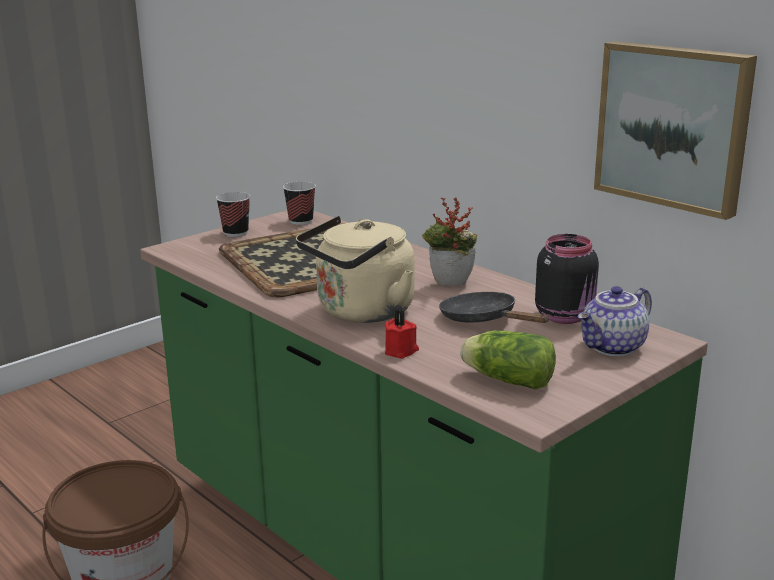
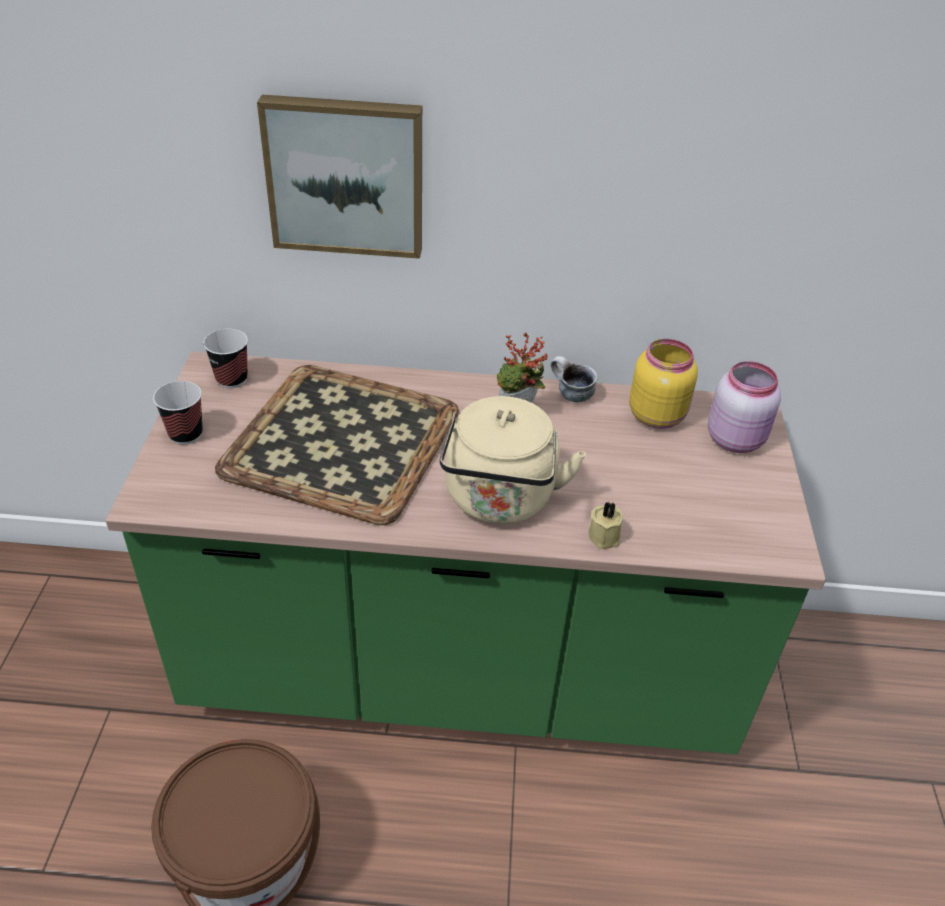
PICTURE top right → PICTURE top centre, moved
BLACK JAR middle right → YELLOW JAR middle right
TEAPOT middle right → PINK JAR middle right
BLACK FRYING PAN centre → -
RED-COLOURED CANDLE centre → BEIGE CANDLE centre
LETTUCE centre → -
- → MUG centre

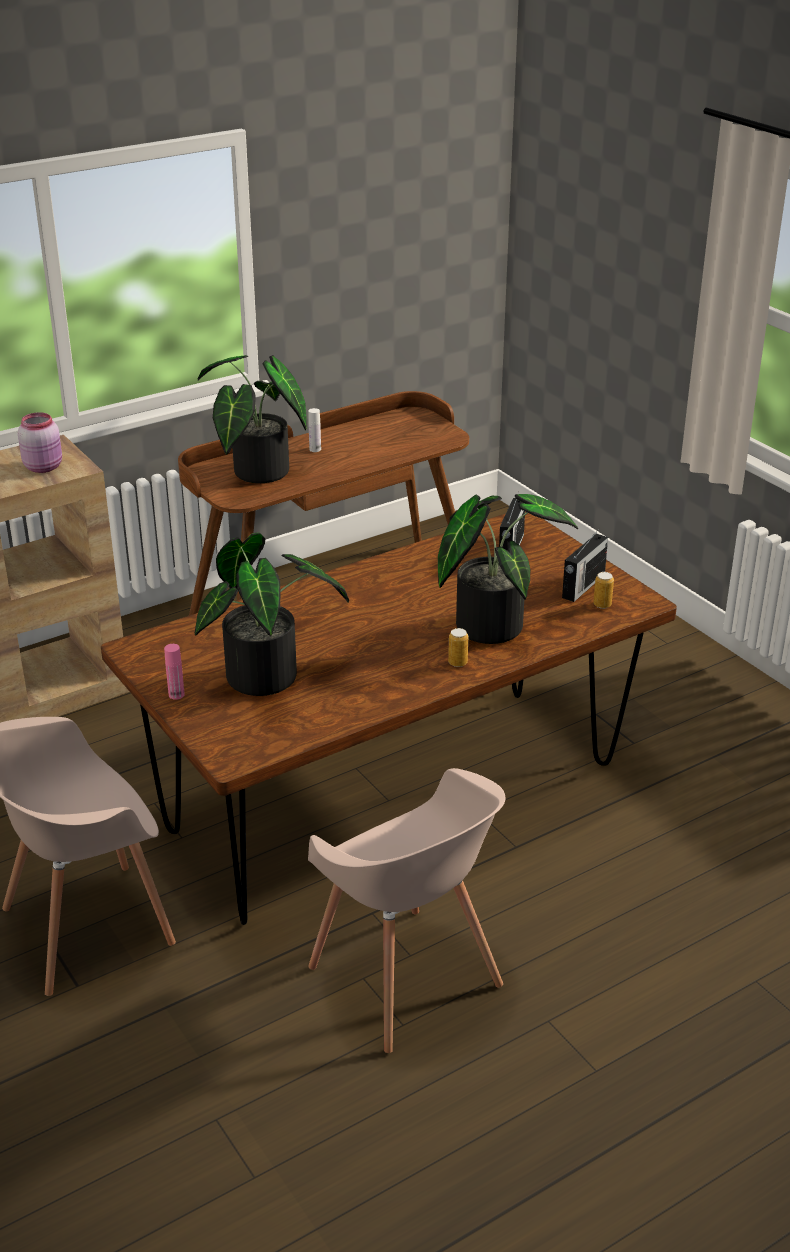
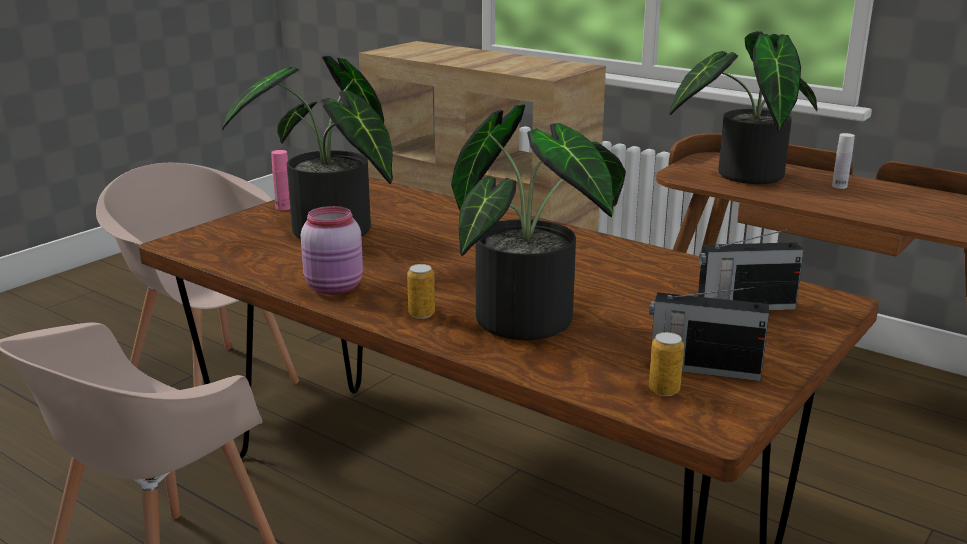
PINK JAR middle left → PINK JAR centre, moved

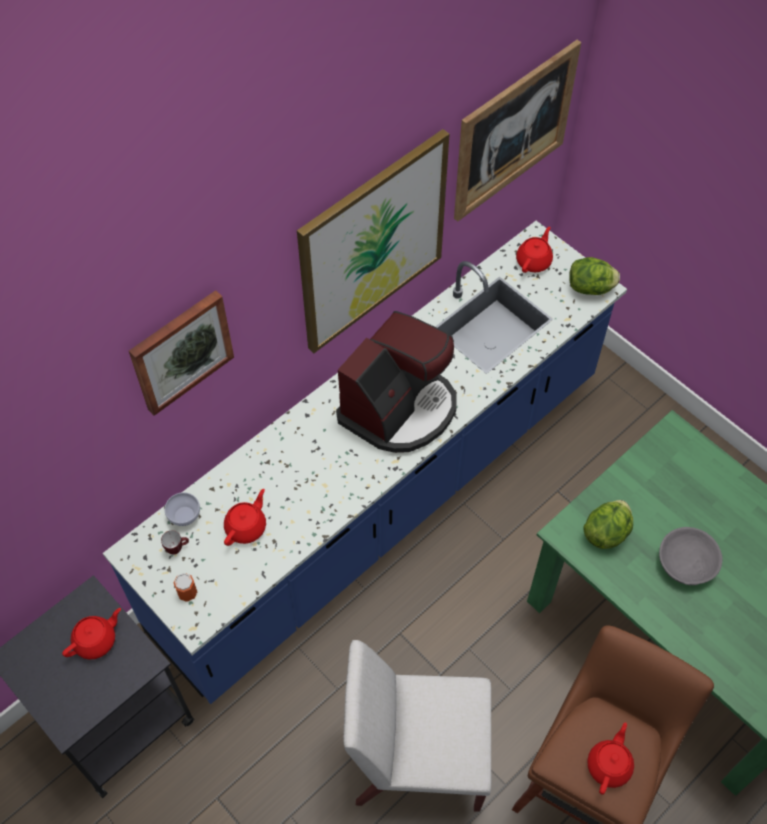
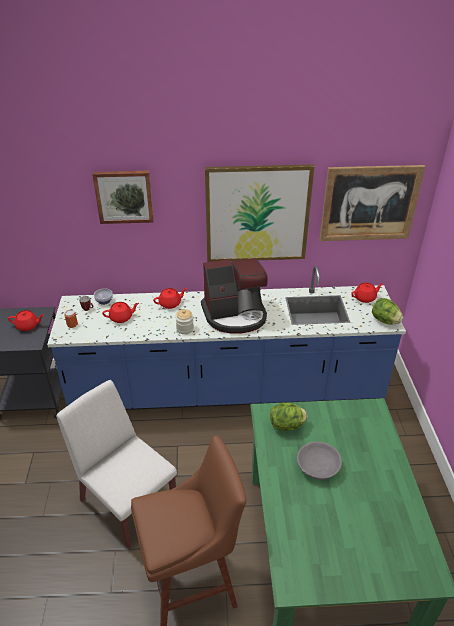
RED-COLOURED TEAPOT (4th from left in the first image) bottom right → RED-COLOURED TEAPOT (3rd from left) centre, moved
- → JAR centre

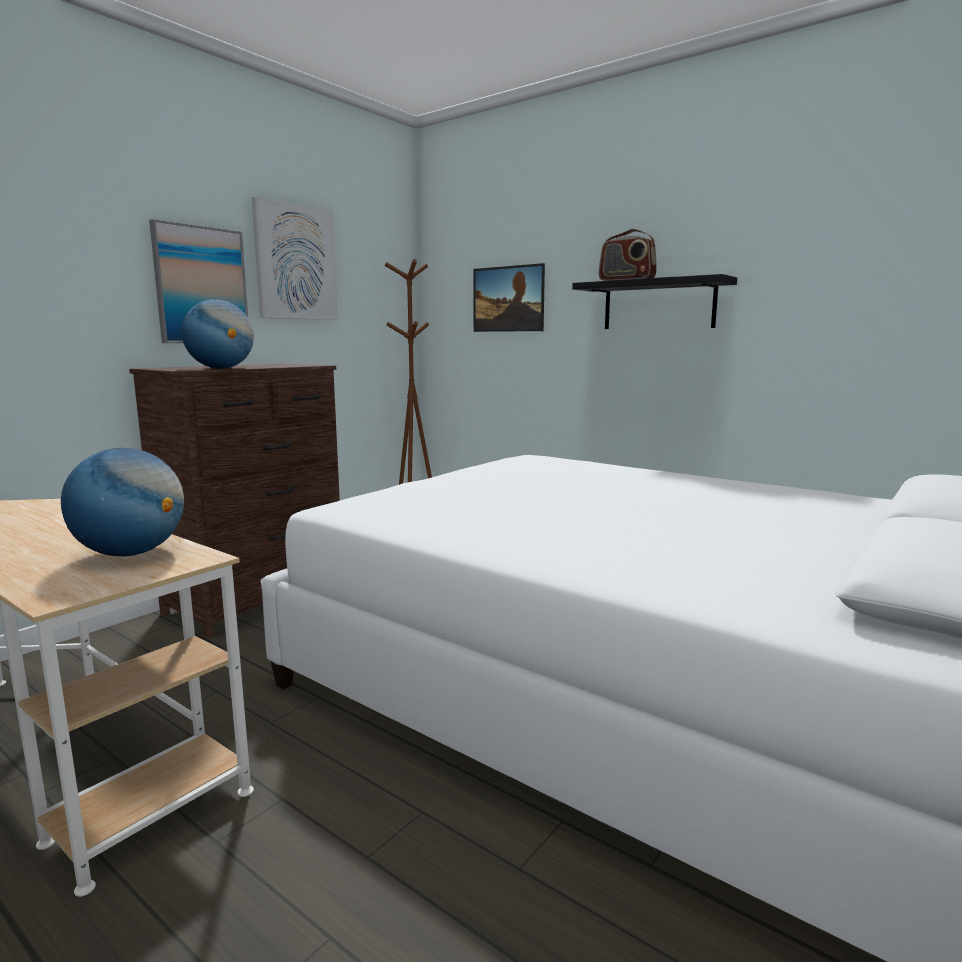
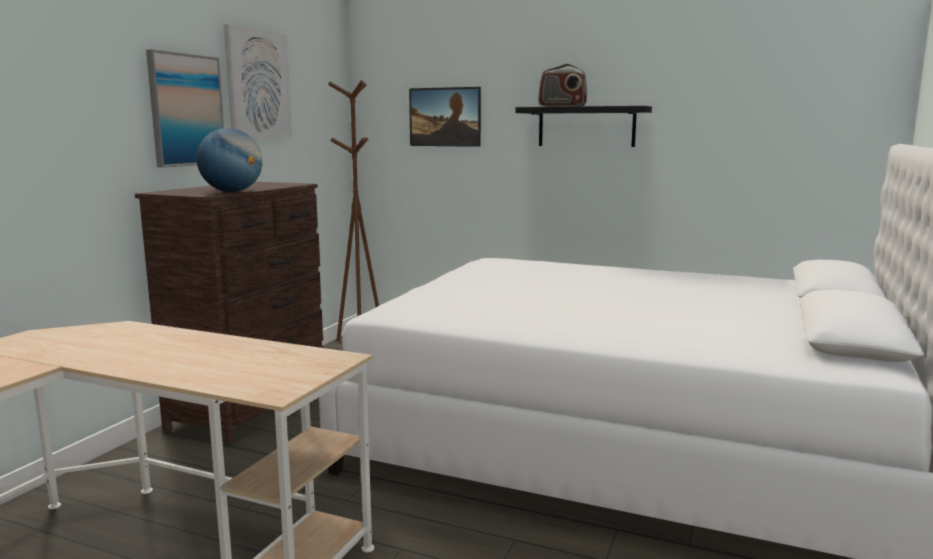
GLOBE (1st from left) middle left → -

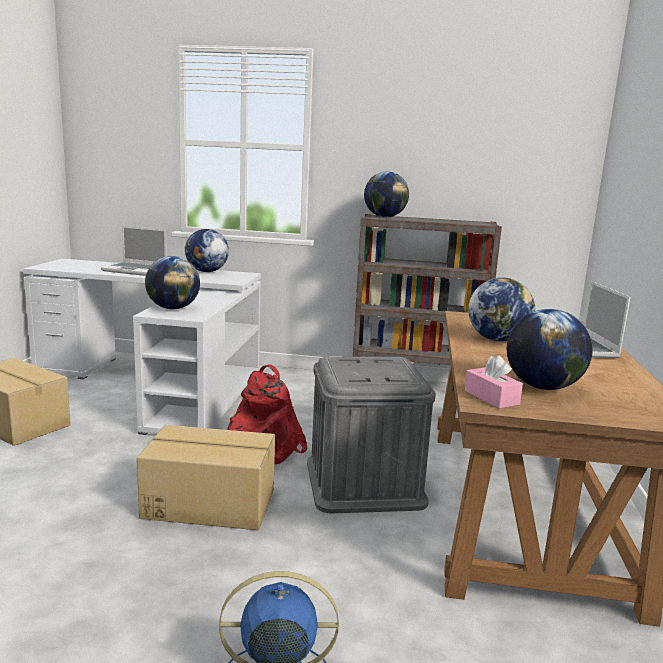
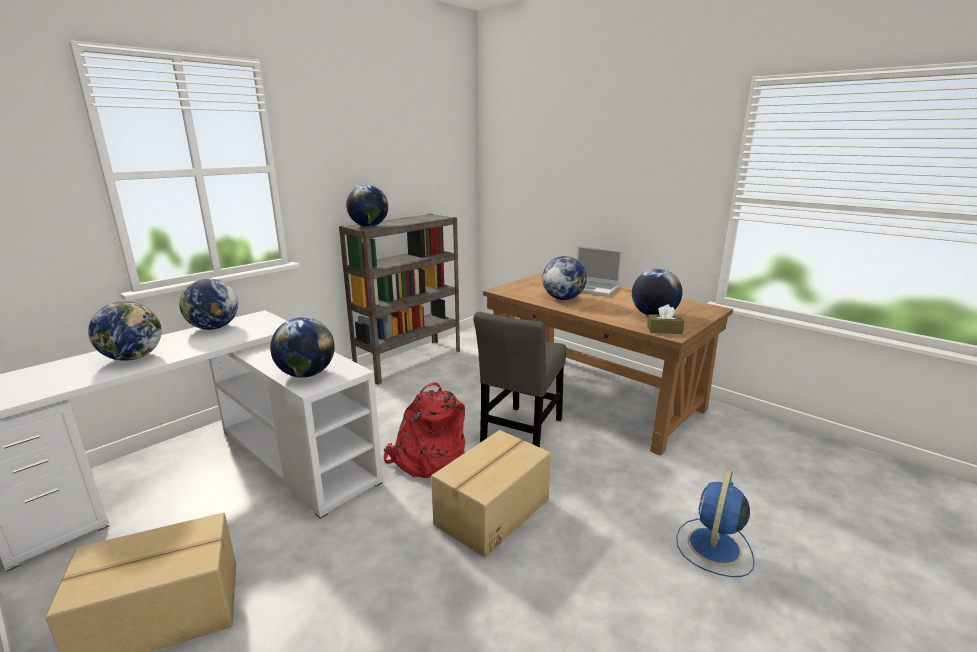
PORTABLE COMPUTER (1st from left) middle left → GLOBE (1st from left) middle left
PINK TISSUE BOX middle right → BROWN-COLOURED TISSUE BOX middle right
GRAY STORAGE BIN centre → GRAY PLAIN CHAIR centre

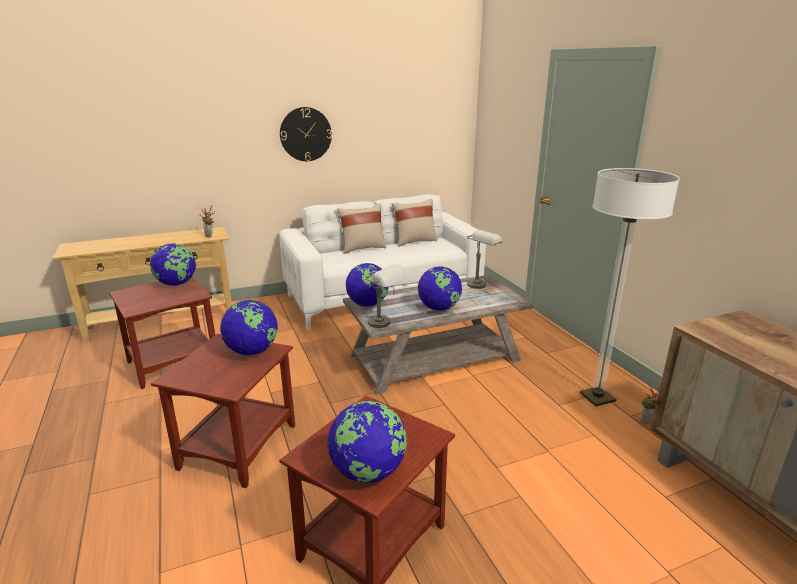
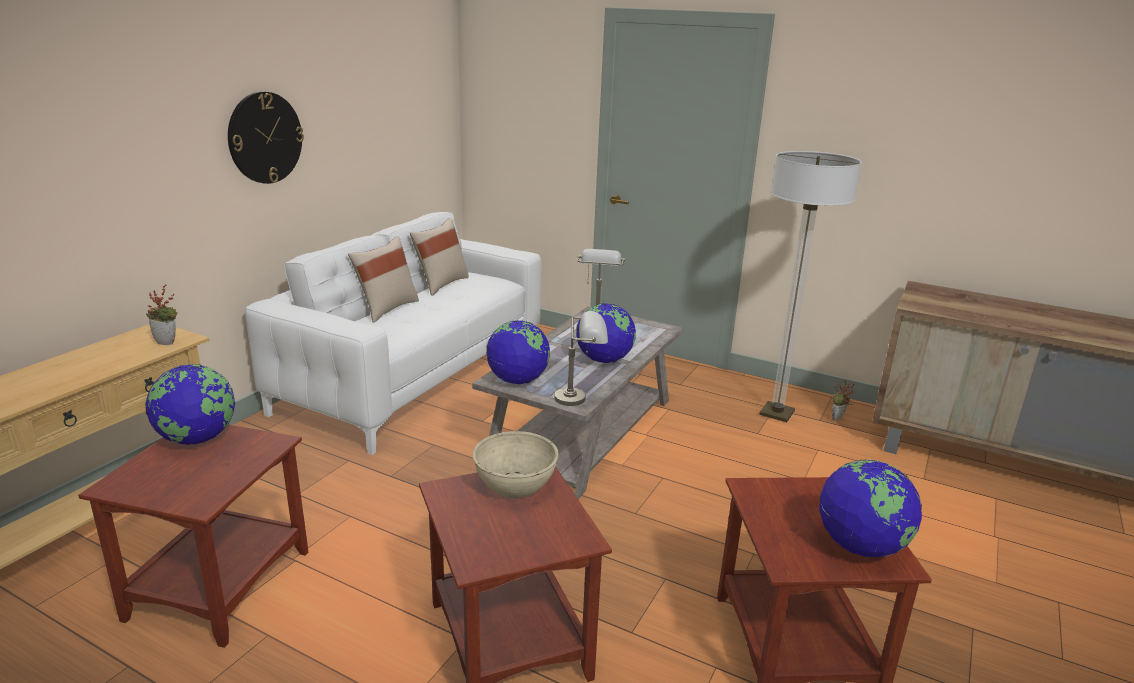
GLOBE (2nd from left) middle left → BEIGE BOWL bottom centre

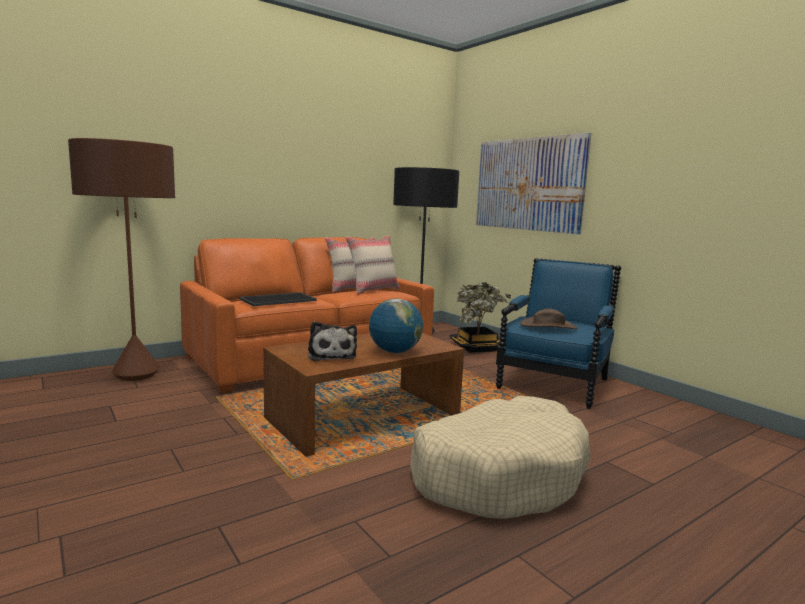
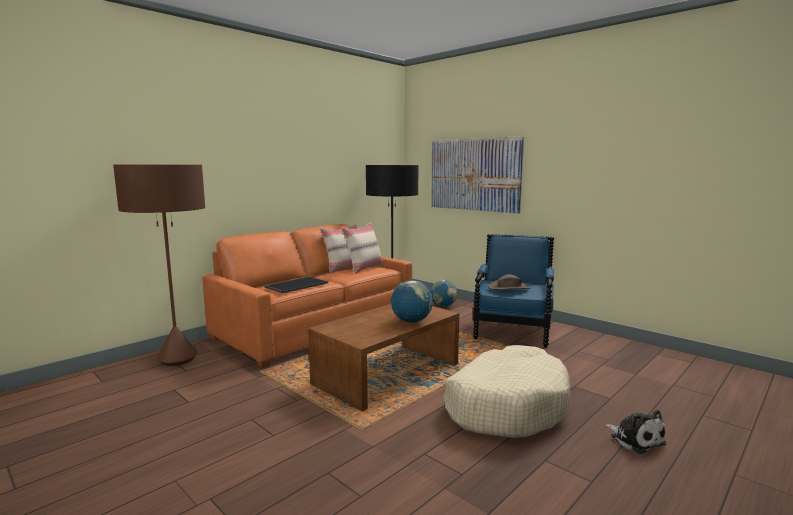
HOUSEPLANT centre → GLOBE (2nd from left) centre
CUDDLY TOY centre → CUDDLY TOY bottom right, moved

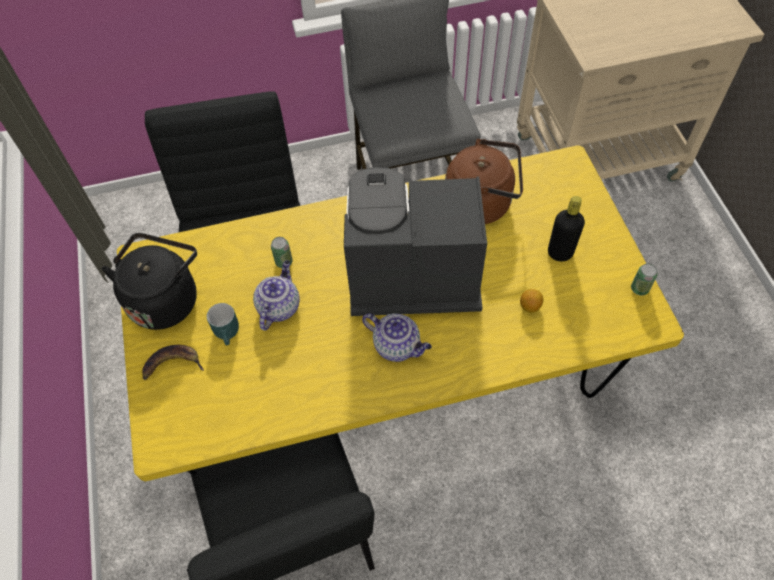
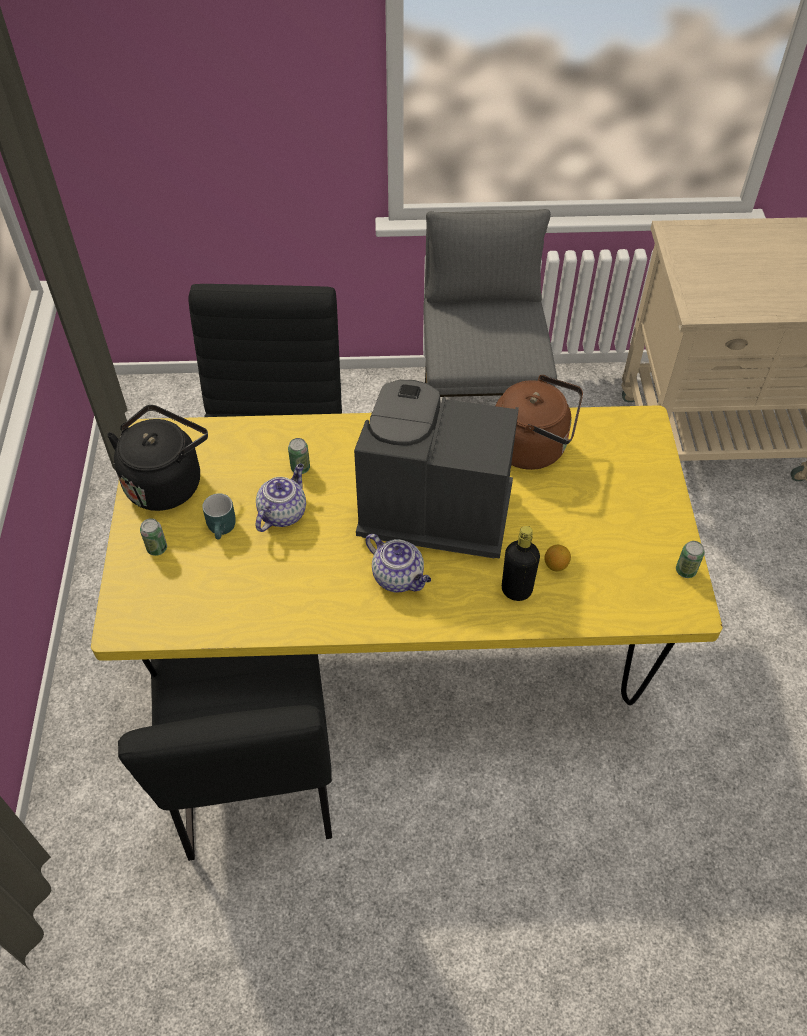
BLACK DRINK BOTTLE middle right → BLACK DRINK BOTTLE centre, moved
BANANA middle left → SEALED CAN (1st from left) middle left

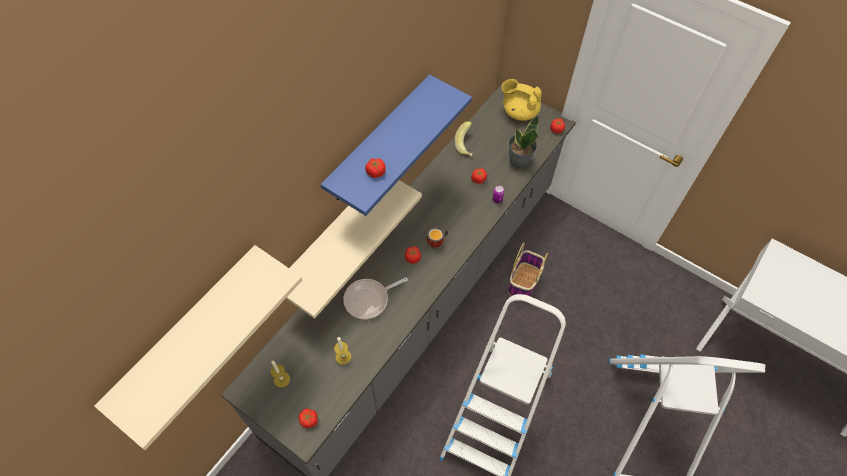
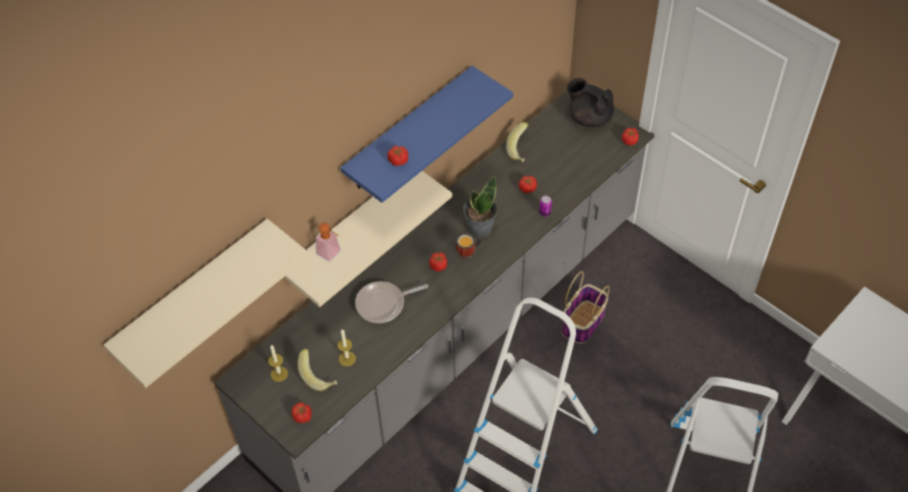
YELLOW TEAPOT top centre → BLACK TEAPOT top centre
HOUSEPLANT top centre → HOUSEPLANT centre, moved
- → LIQUID SOAP BOTTLE centre
- → BANANA (1st from left) bottom centre

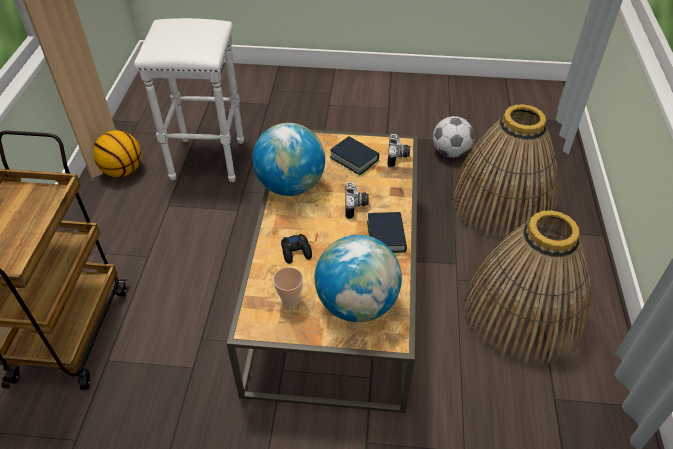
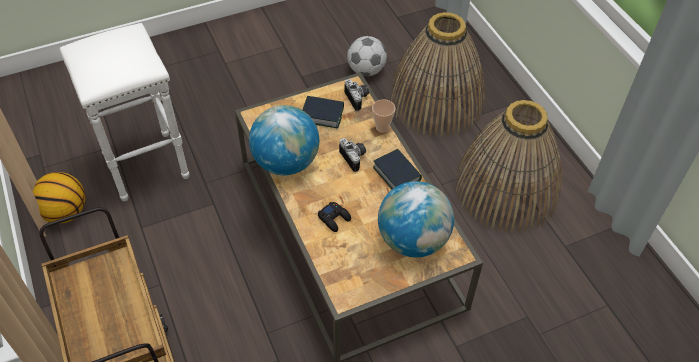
DRINKING CUP centre → DRINKING CUP top centre, moved

